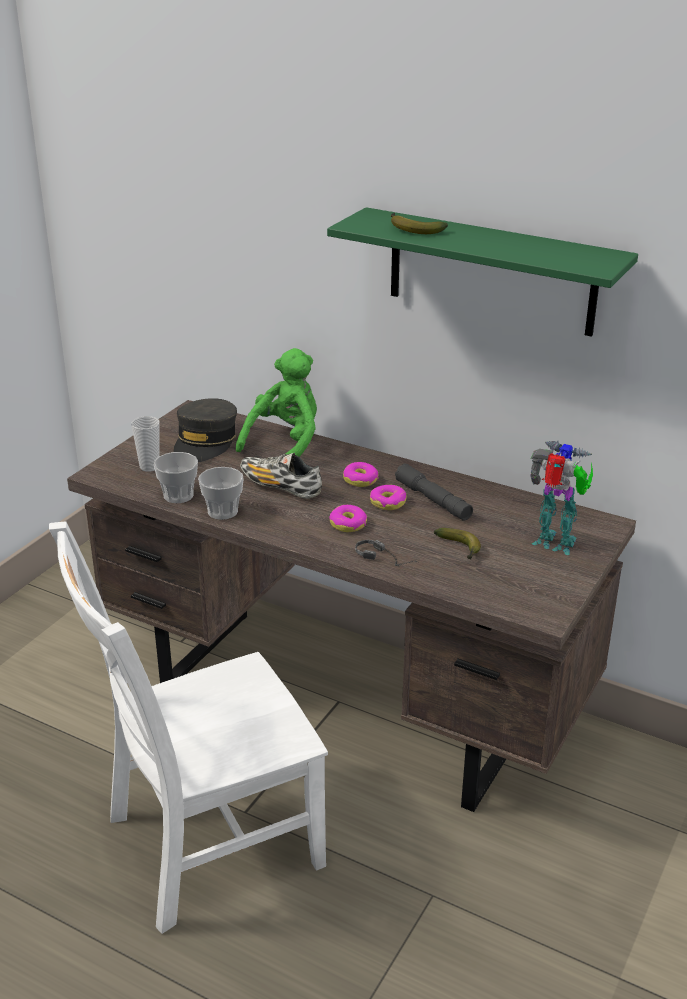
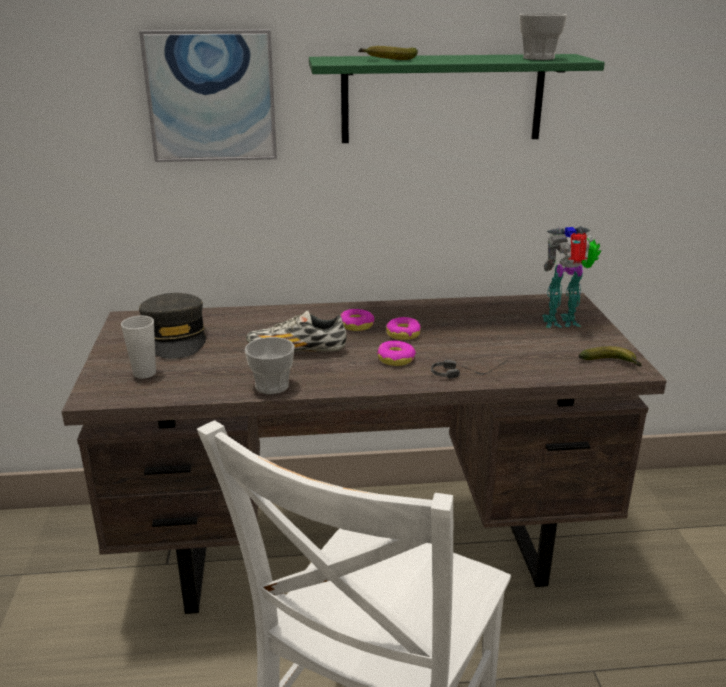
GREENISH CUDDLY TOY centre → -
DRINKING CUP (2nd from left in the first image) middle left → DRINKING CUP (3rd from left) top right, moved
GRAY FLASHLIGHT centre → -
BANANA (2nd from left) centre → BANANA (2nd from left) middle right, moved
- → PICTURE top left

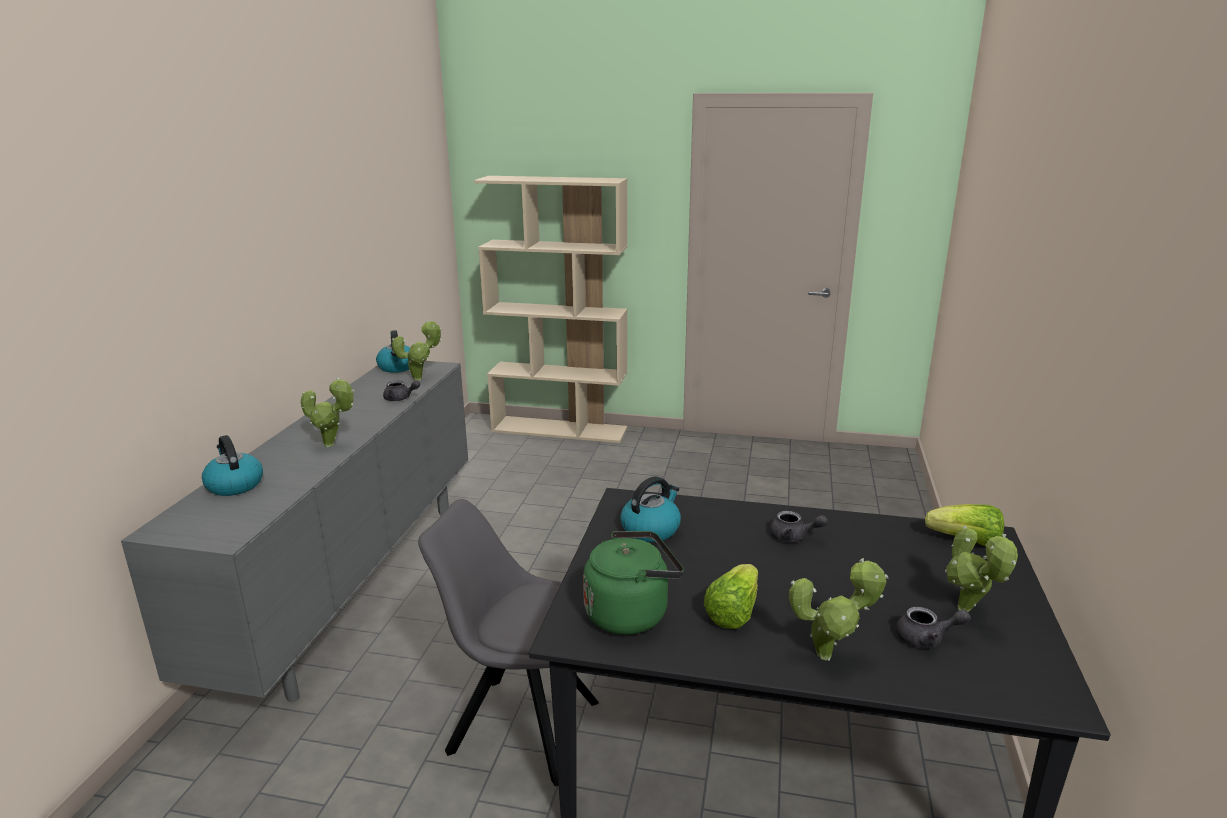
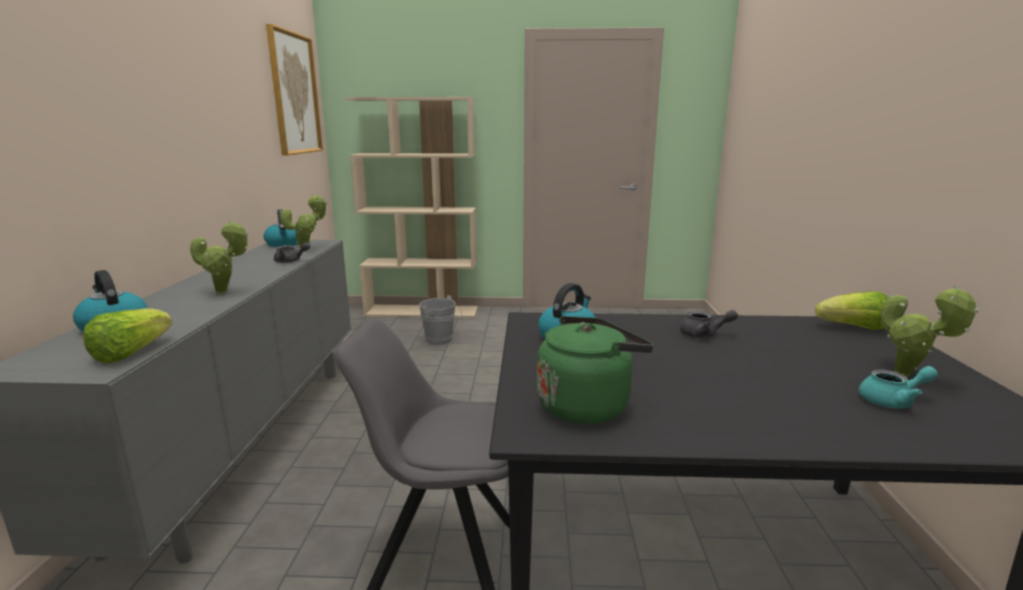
HOUSEPLANT (3rd from left) bottom right → -
LETTUCE (1st from left) bottom centre → LETTUCE (1st from left) middle left, moved
GRAY TEAPOT (3rd from left) bottom right → TURQUOISE-COLOURED TEAPOT middle right
- → PICTURE top left
- → GRAY BUCKET centre

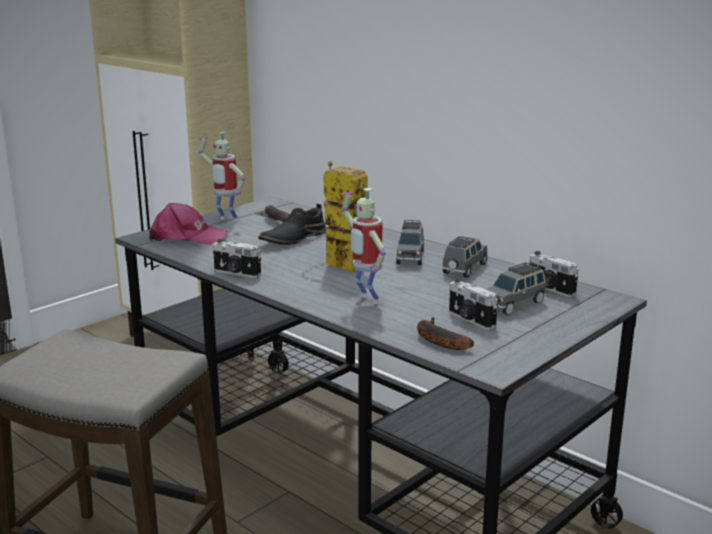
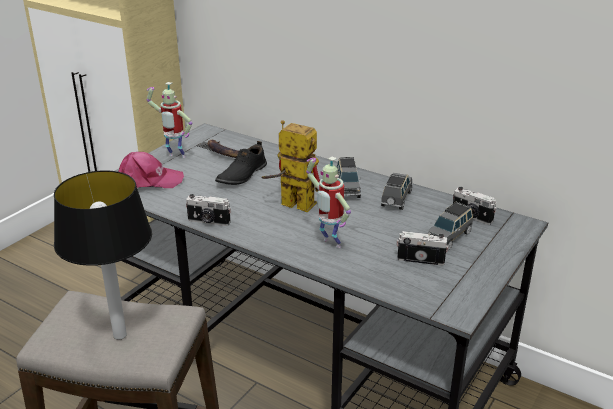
PHOTO CAMERA (2nd from left) centre → PHOTO CAMERA (2nd from left) middle right, 150 degrees clockwise
BANANA (2nd from left) centre → -
- → TABLETOP LAMP middle left

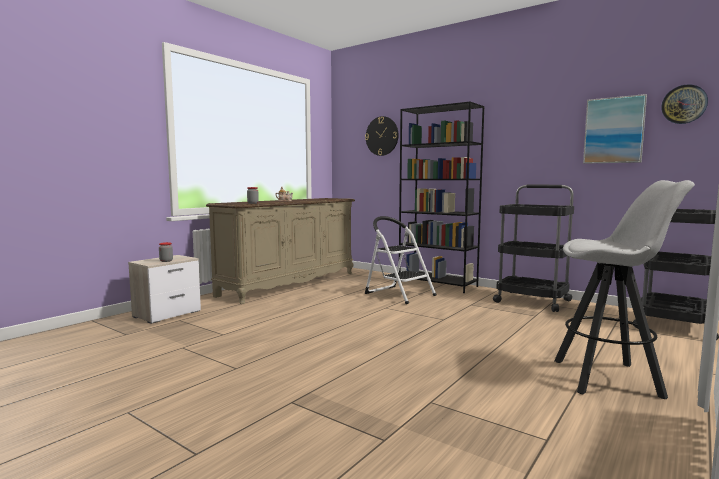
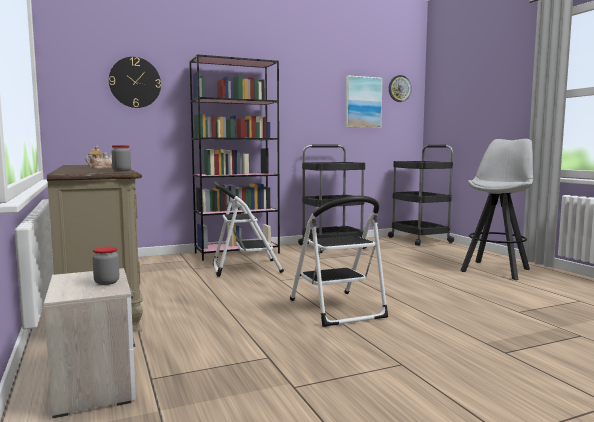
BLACK BOOKSHELF centre → PINK BOOKSHELF centre
- → STEP STOOL (2nd from left) centre

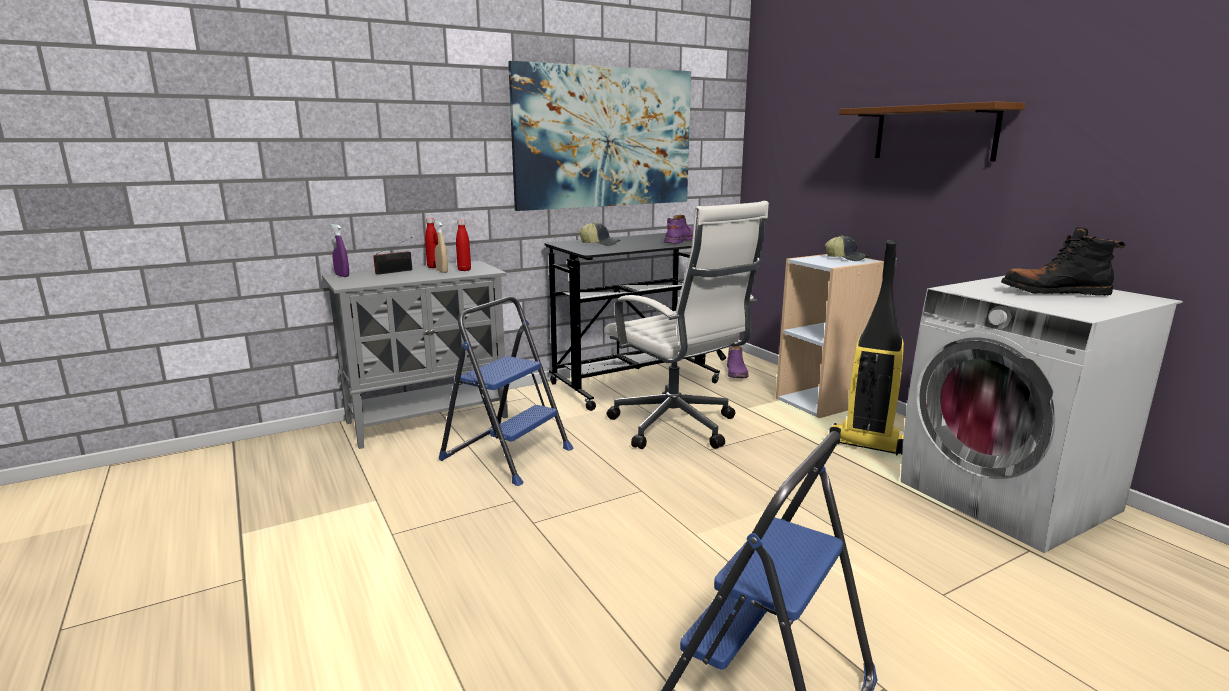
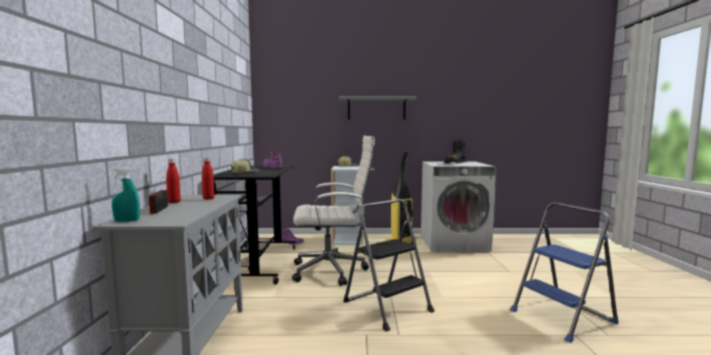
PICTURE top centre → -
BROWN-COLOURED WALL SHELF top right → GRAY WALL SHELF top centre
BEIGE SPRAYER centre → -
PURPLE-COLOURED SPRAYER middle left → TURQUOISE-COLOURED SPRAYER middle left
BLUE STEP STOOL (1st from left) centre → -
- → BLACK STEP STOOL bottom centre

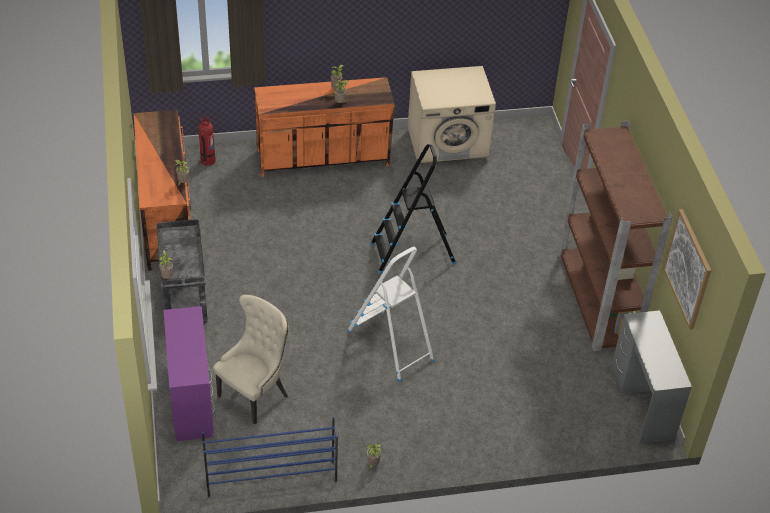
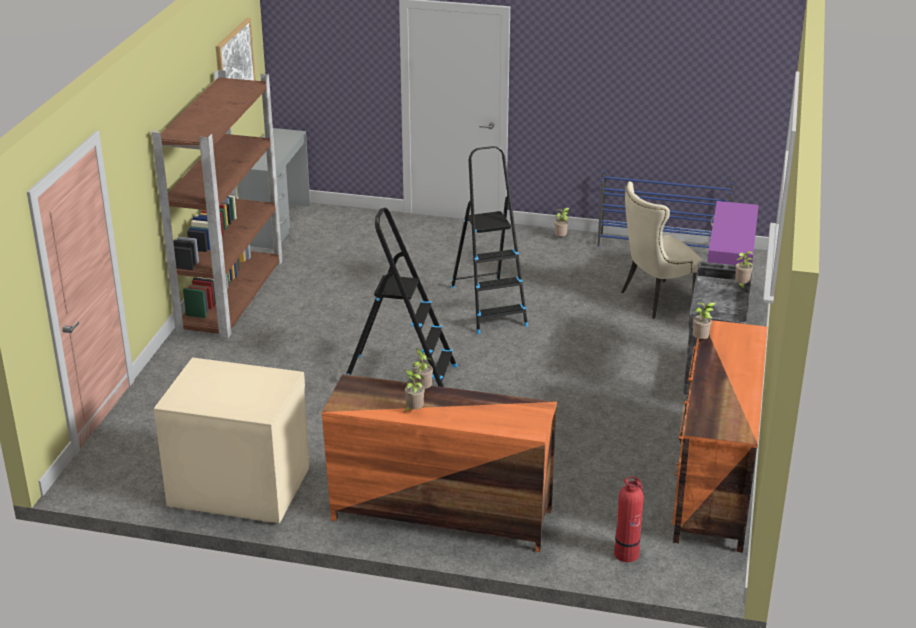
WHITISH STEP STOOL centre → BLACK STEP STOOL (2nd from left) centre

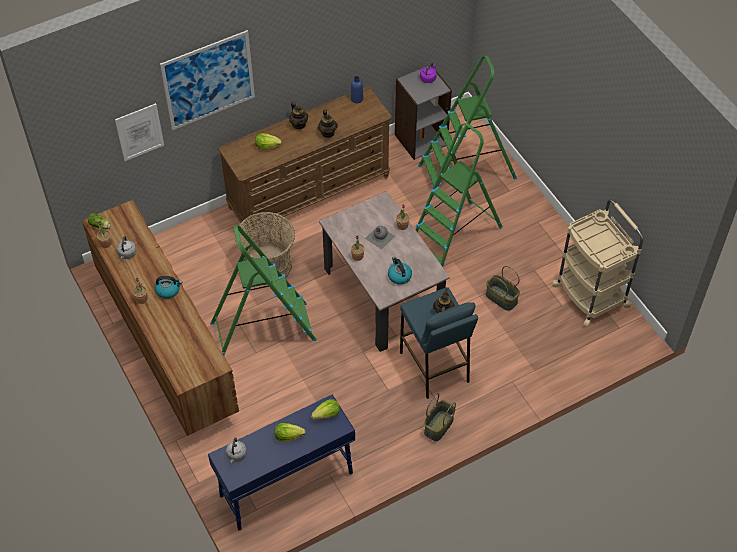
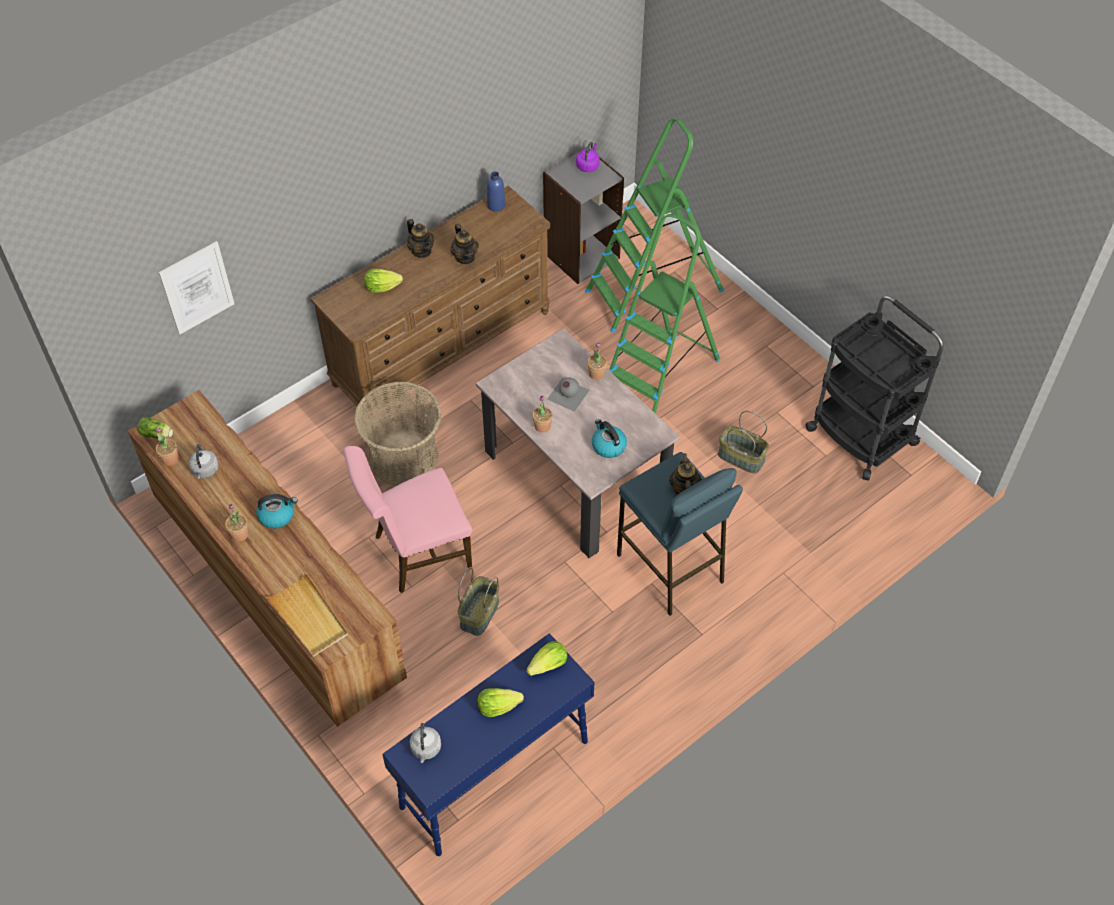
PICTURE (2nd from left) top left → -
BEIGE TROLLEY middle right → BLACK TROLLEY middle right
GREENISH STEP STOOL (1st from left) centre → PINK PLAIN CHAIR centre
HOUSEHOLD BASKET (2nd from left) bottom centre → HOUSEHOLD BASKET (2nd from left) centre, moved
- → BEIGE SERVING TRAY bottom left

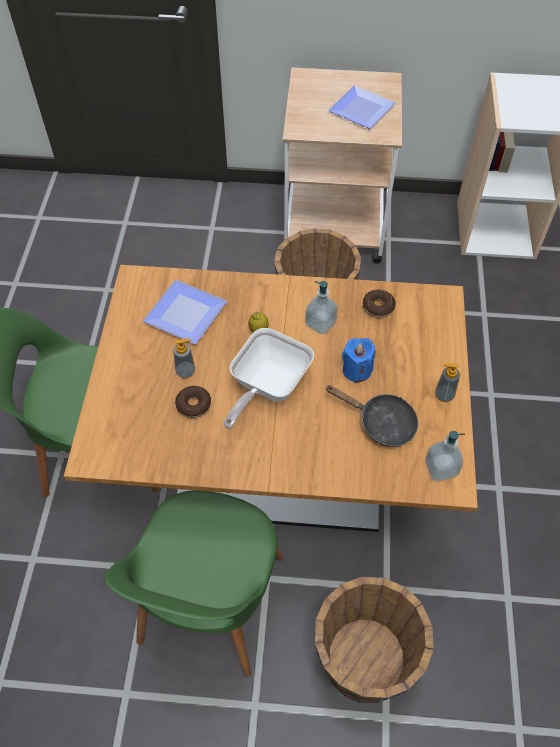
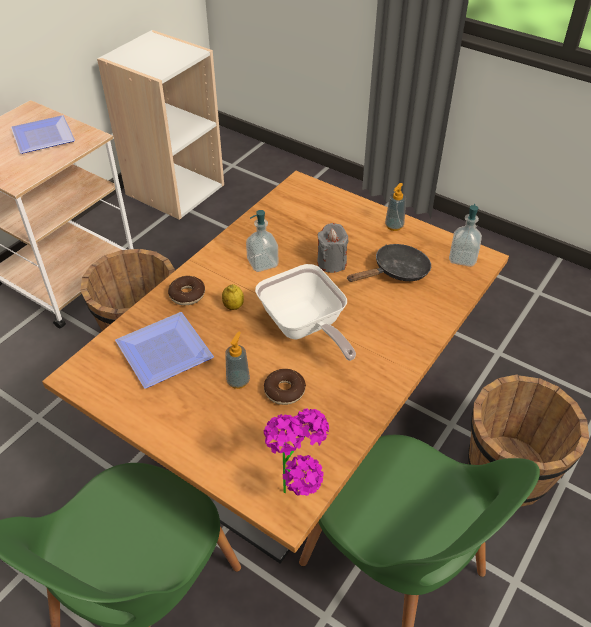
RING DOUGHNUT (2nd from left in the first image) middle right → RING DOUGHNUT (1st from left) middle left, moved
BLUE CANDLE centre → GRAY CANDLE centre
- → HOUSEPLANT bottom centre

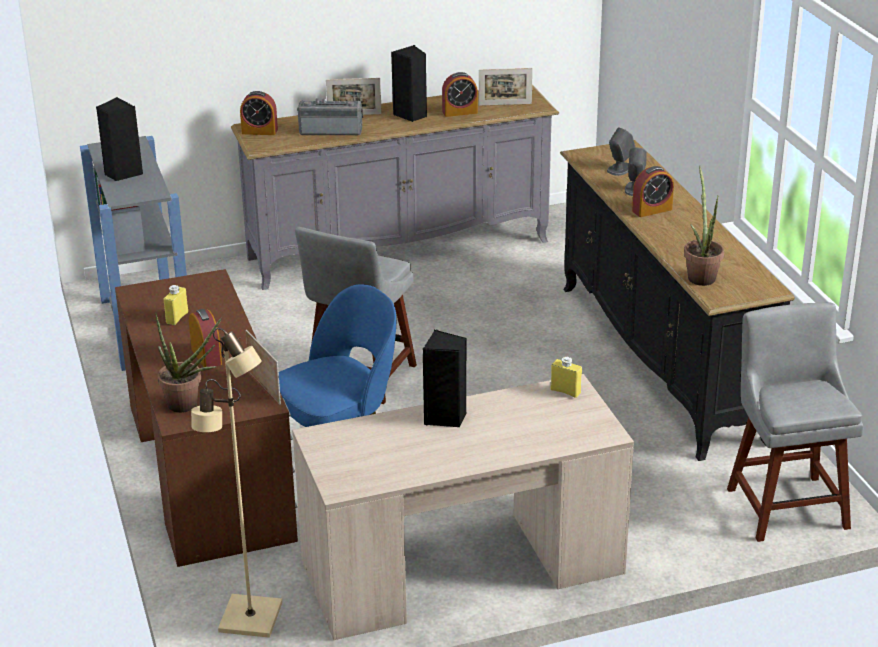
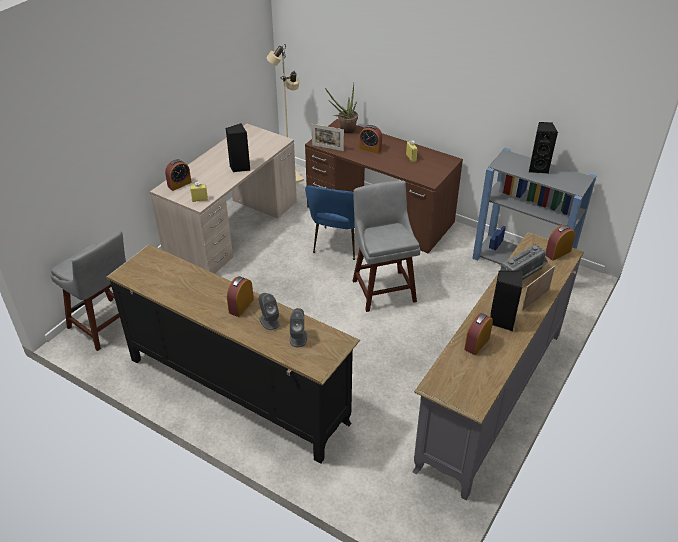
PHOTO FRAME (3rd from left) top centre → -
HOUSEPLANT (2nd from left) middle right → -
- → BEDSIDE CLOCK (1st from left) top left

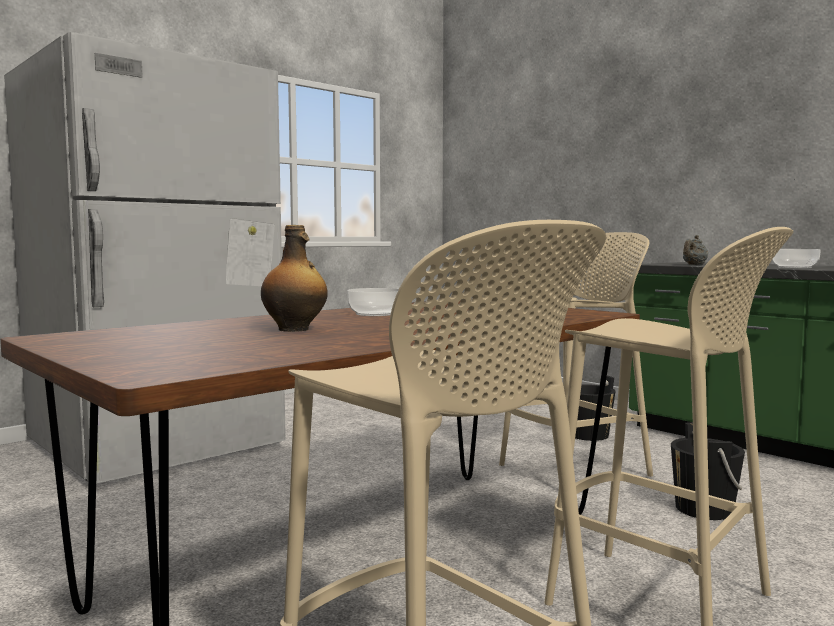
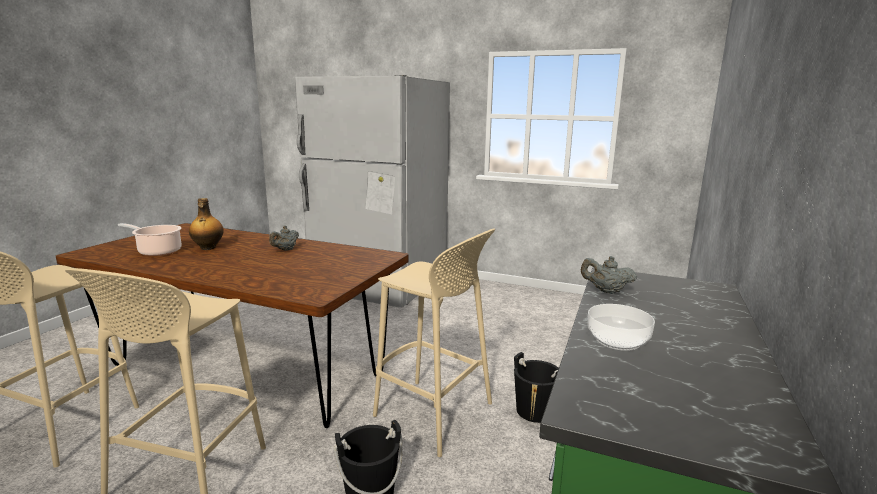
BOWL (1st from left) centre → GRAY TEAPOT (1st from left) middle left
- → SAUCEPOT middle left

